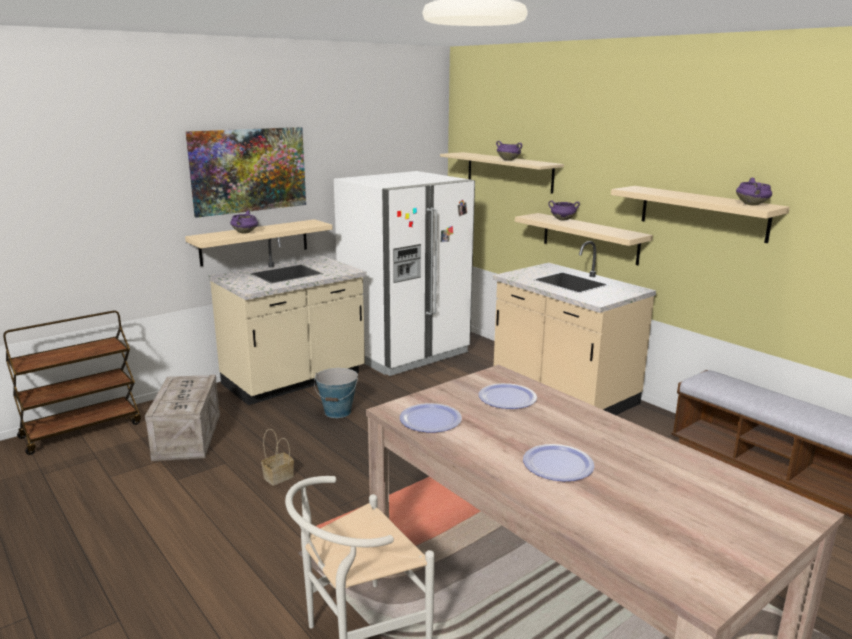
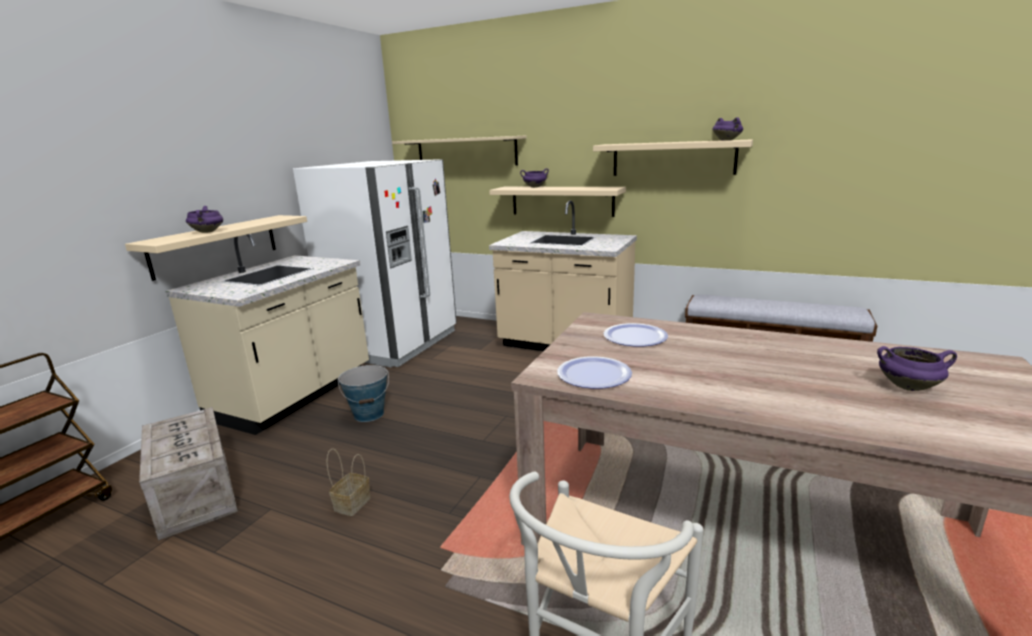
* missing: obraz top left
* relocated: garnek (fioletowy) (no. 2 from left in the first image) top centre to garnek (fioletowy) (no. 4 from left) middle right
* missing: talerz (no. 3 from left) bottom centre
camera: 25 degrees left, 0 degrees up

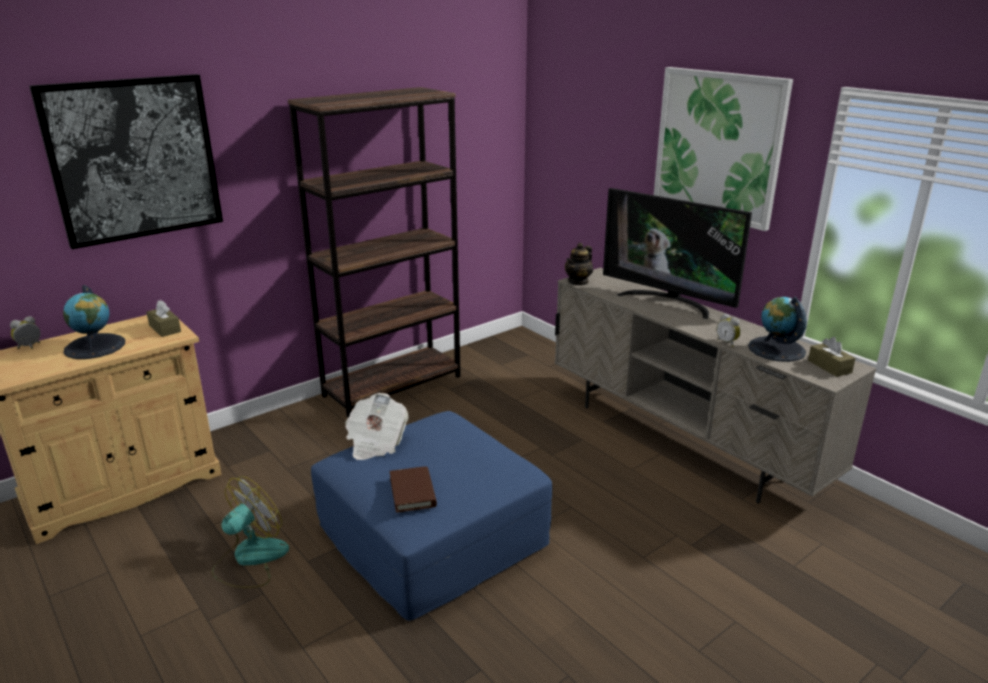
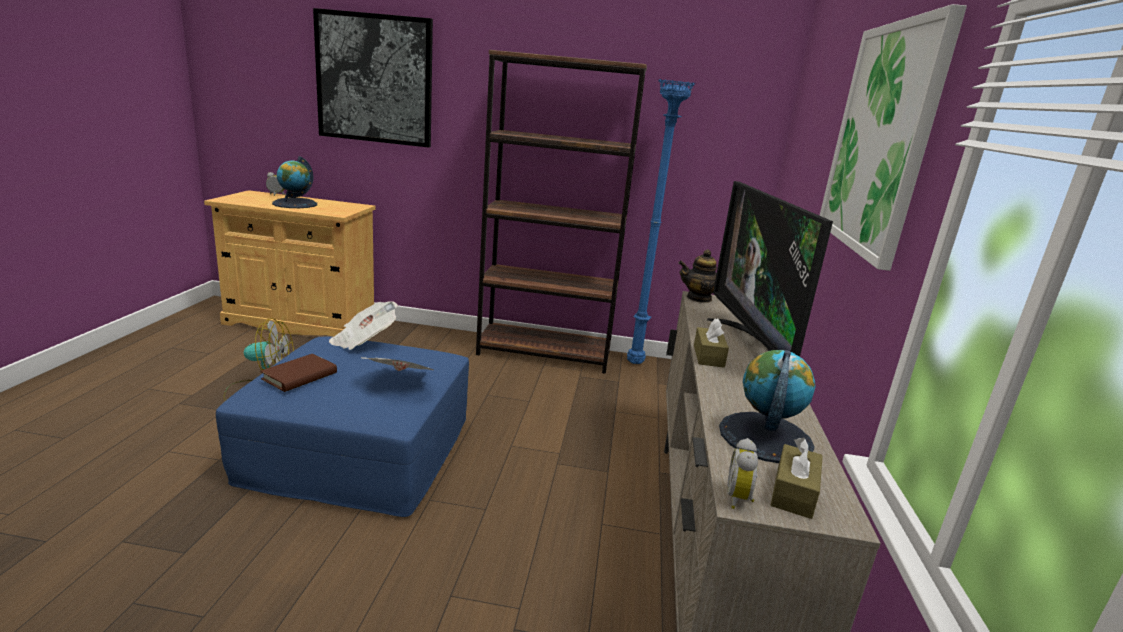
* relocated: pudełko chusteczek (brązowy) (no. 1 from left) middle left to centre
* relocated: budzik (no. 2 from left) middle right to bottom centre
* appeared: lampa stojąca (niebieski) centre
* appeared: gazeta (no. 2 from left) centre
camera: 45 degrees right, 5 degrees down

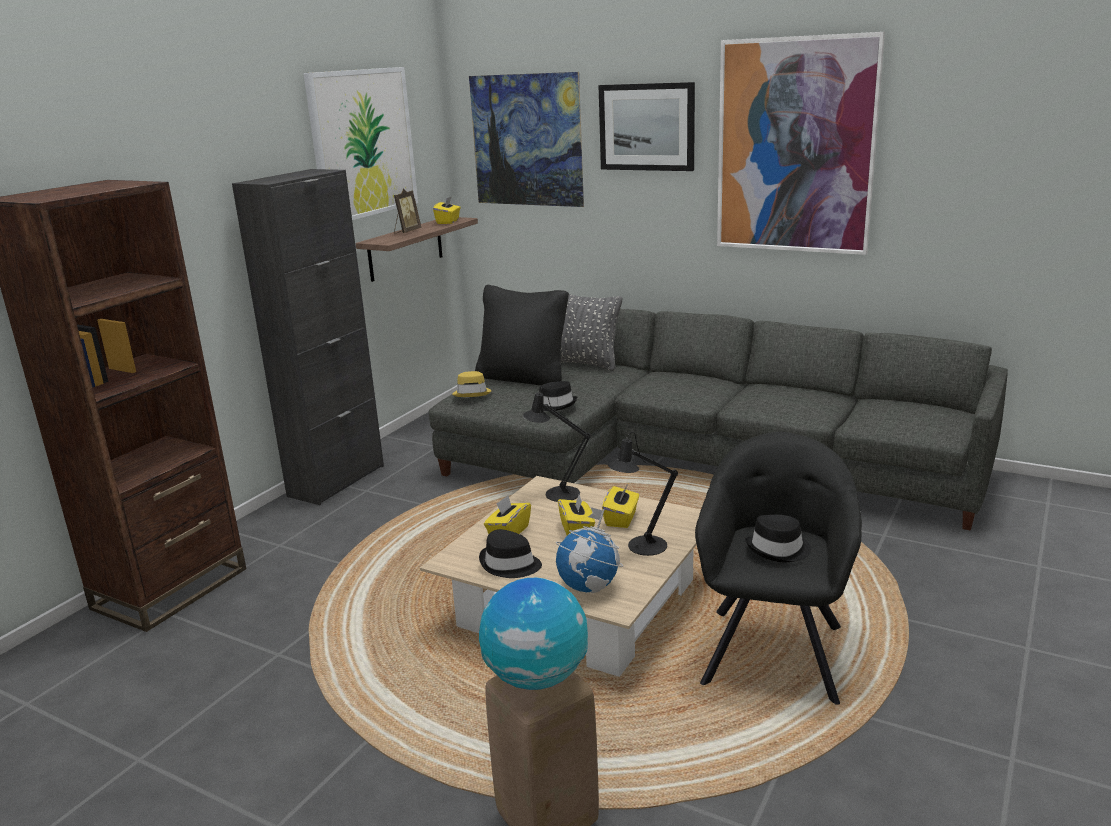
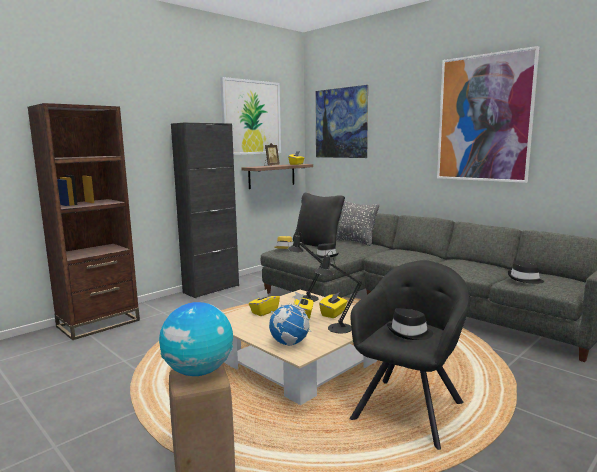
* missing: obraz (no. 3 from left) top centre
* relocated: kapelusz (czarny) (no. 1 from left in the first image) bottom centre to kapelusz (czarny) (no. 3 from left) middle right
camera: 15 degrees right, 10 degrees down

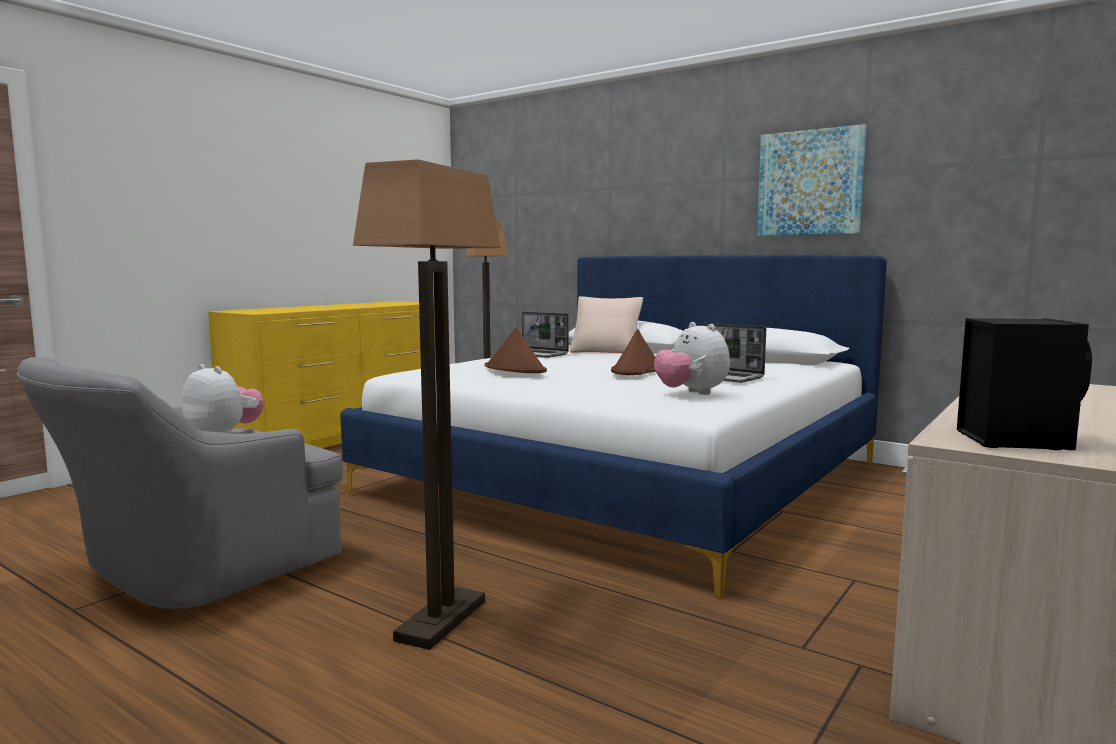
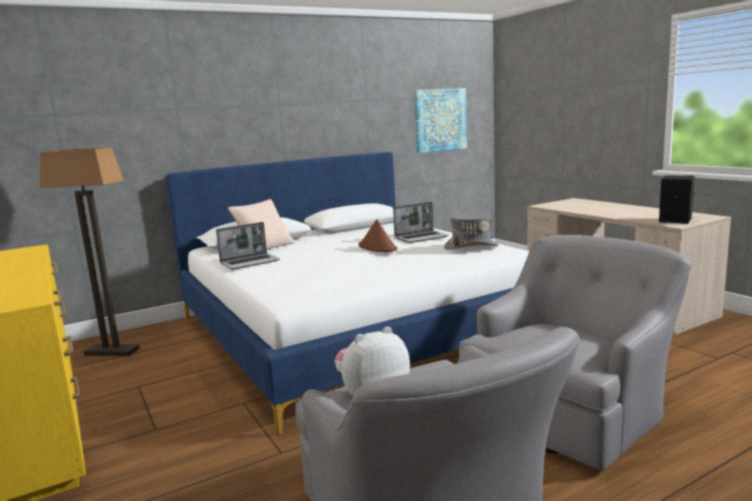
* relocated: obraz top right to top centre
* exchanged: lampa stojąca (no. 1 from left) centre to fotel (szary) (no. 2 from left) bottom right
* exchanged: pluszak (no. 2 from left) centre to kapelusz (szary) centre
* missing: kapelusz (brązowy) (no. 1 from left) centre
camera: 65 degrees left, 5 degrees up

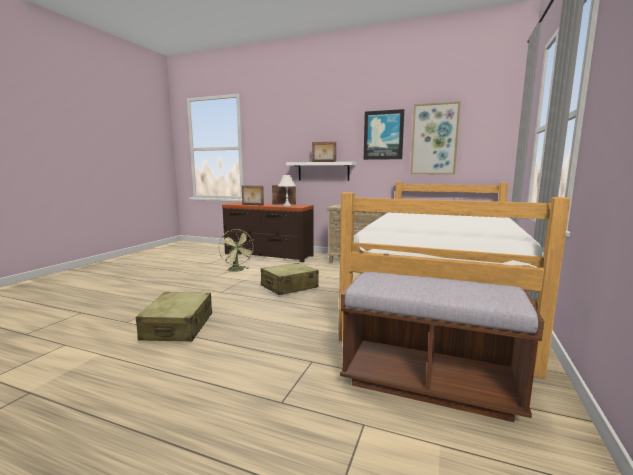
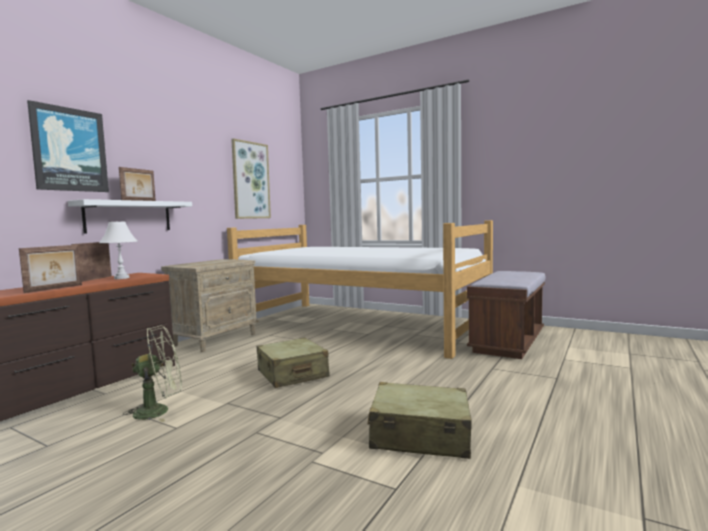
* relocated: obraz (no. 1 from left) top centre to top left
camera: 80 degrees left, 5 degrees down

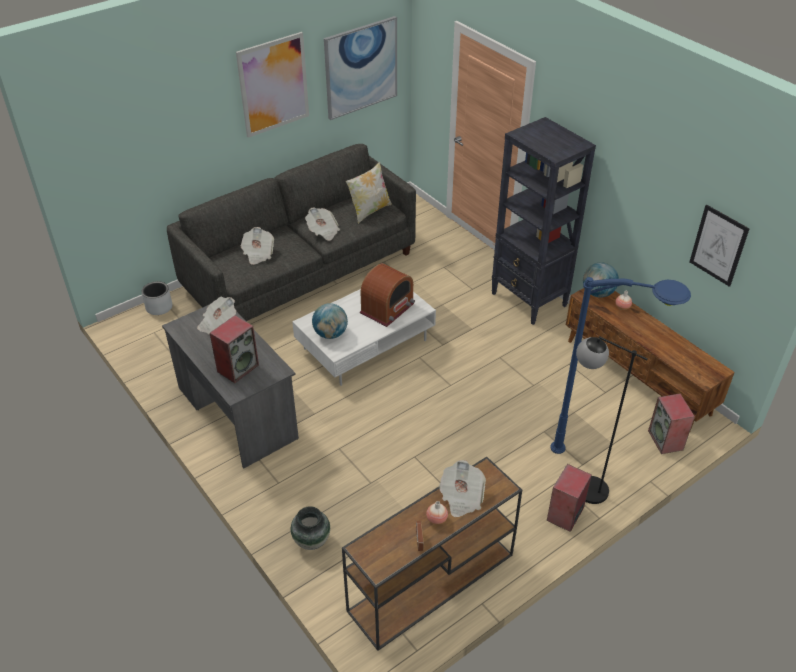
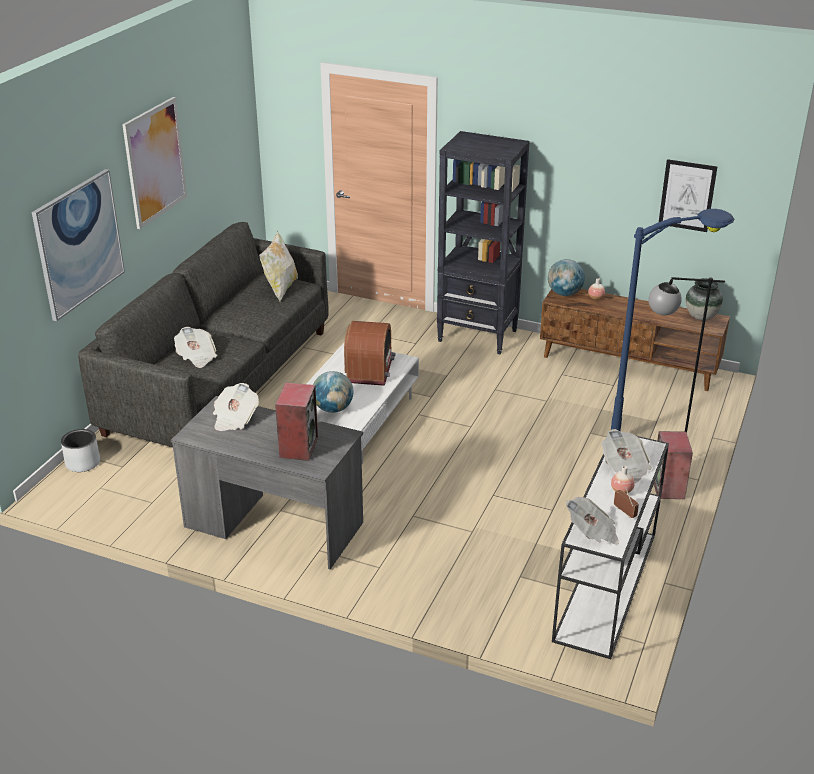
* relocated: obraz (no. 2 from left in the first image) top centre to obraz (no. 1 from left) top left
* relocated: gazeta (no. 3 from left) centre to bottom right
* missing: głośnik (no. 3 from left) middle right
* colour: stolik konsolowy (brązowy) bottom centre to stolik konsolowy (biały) bottom right
* relocated: wazon (no. 1 from left in the first image) bottom centre to wazon (no. 3 from left) middle right
camera: 30 degrees left, 10 degrees down

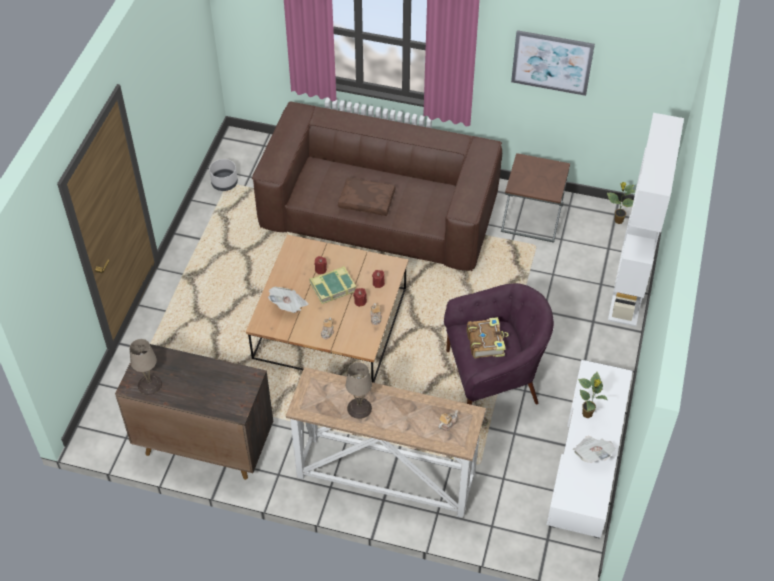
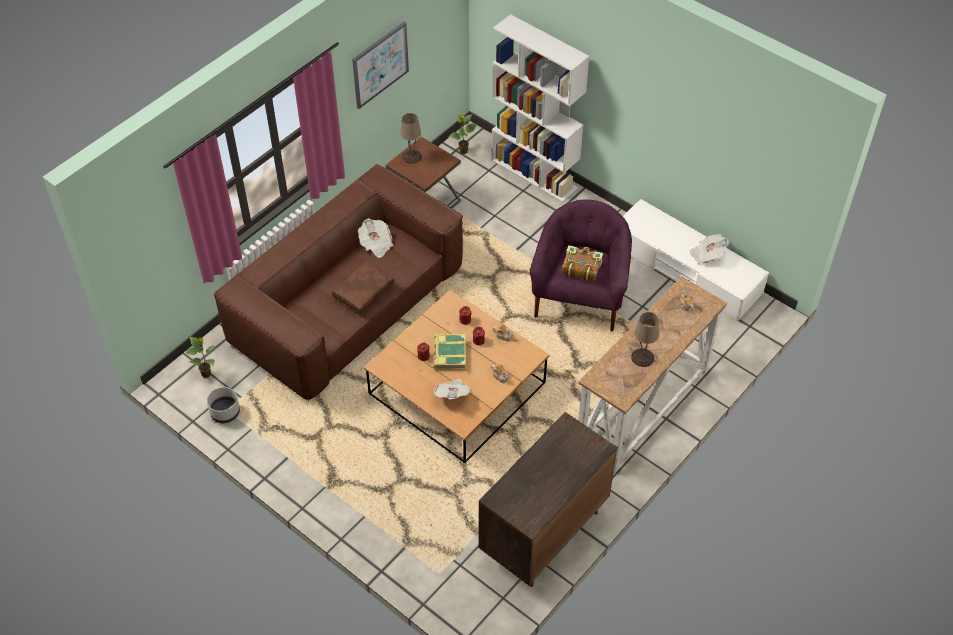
* relocated: lampa stołowa (beżowy) (no. 1 from left) middle left to top centre
* relocated: roślina doniczkowa (no. 1 from left) bottom right to middle left
* appeared: gazeta (no. 1 from left) centre
camera: 65 degrees left, 0 degrees up

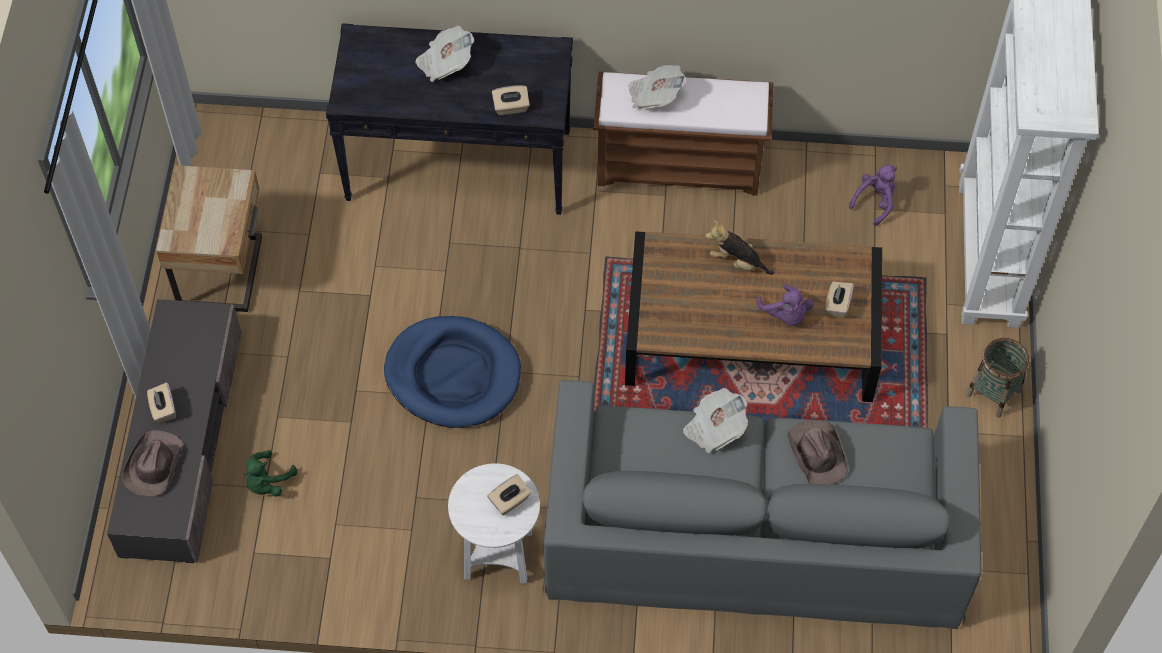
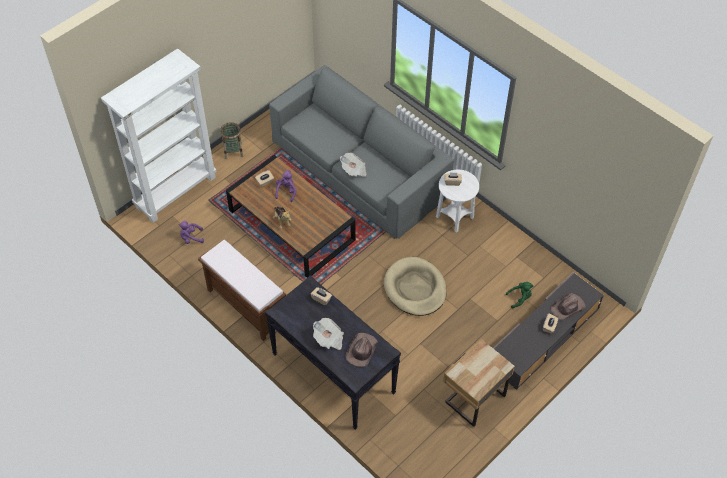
* missing: gazeta (no. 2 from left) top centre
* colour: legowisko (niebieski) centre to legowisko (beżowy) centre
* relocated: kapelusz (brązowy) (no. 2 from left in the first image) bottom right to kapelusz (brązowy) (no. 1 from left) bottom centre
camera: 140 degrees left, 5 degrees down

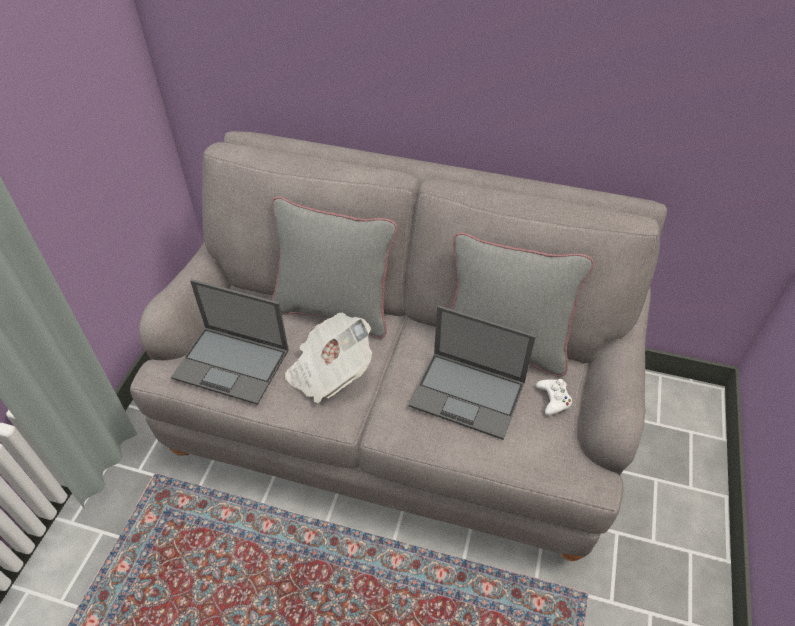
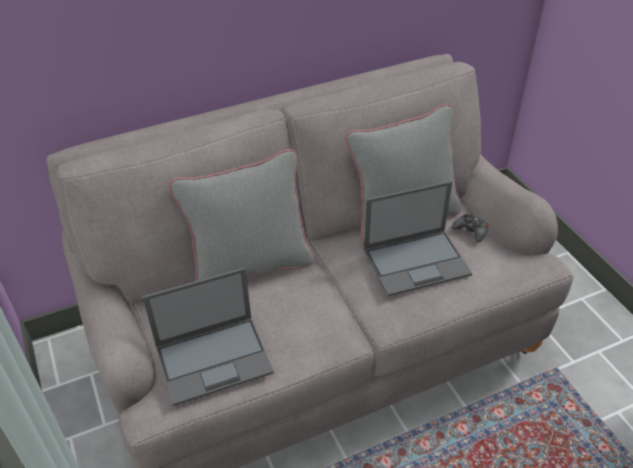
* missing: gazeta centre
* colour: pad do gier (biały) middle right to pad do gier (czarny) middle right
camera: 40 degrees left, 5 degrees down

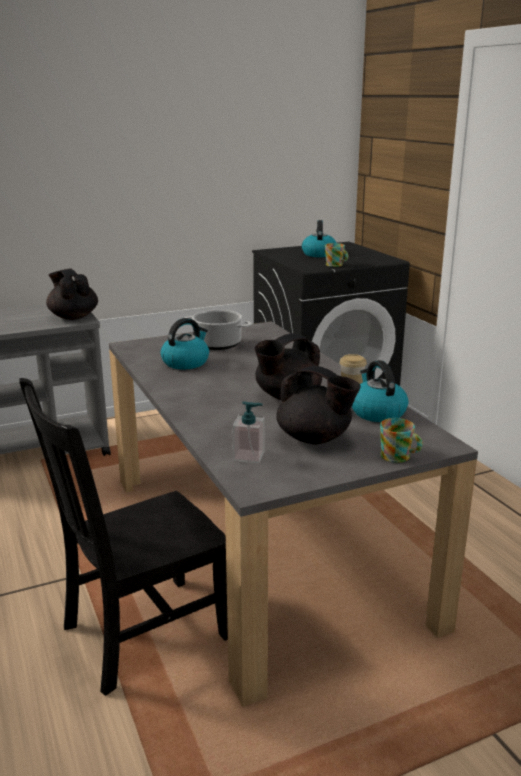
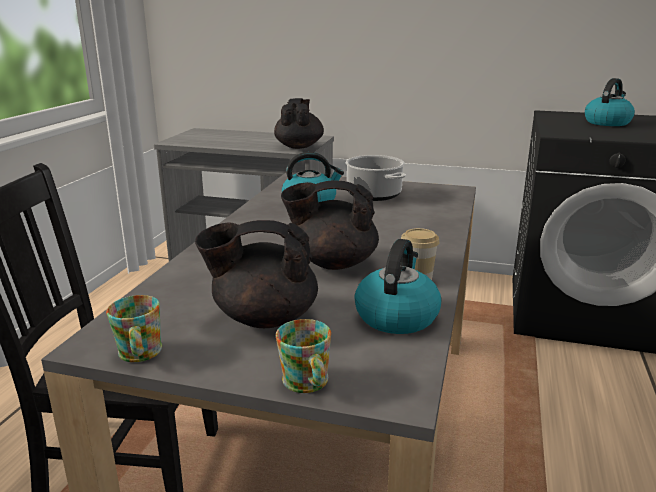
* relocated: kubek (no. 1 from left) top centre to bottom left
* spun: imbryk (czarny) (no. 3 from left in the first image) centre = centre 105 degrees clockwise
* missing: dozownik mydła centre
camera: 40 degrees right, 0 degrees up

